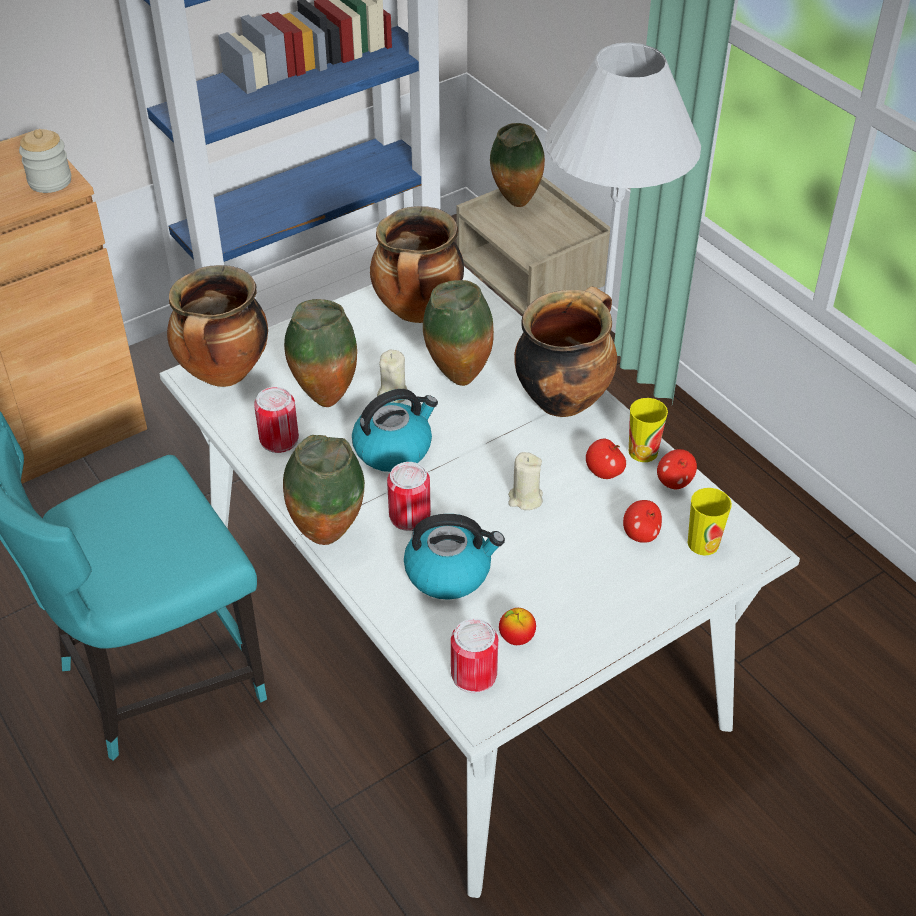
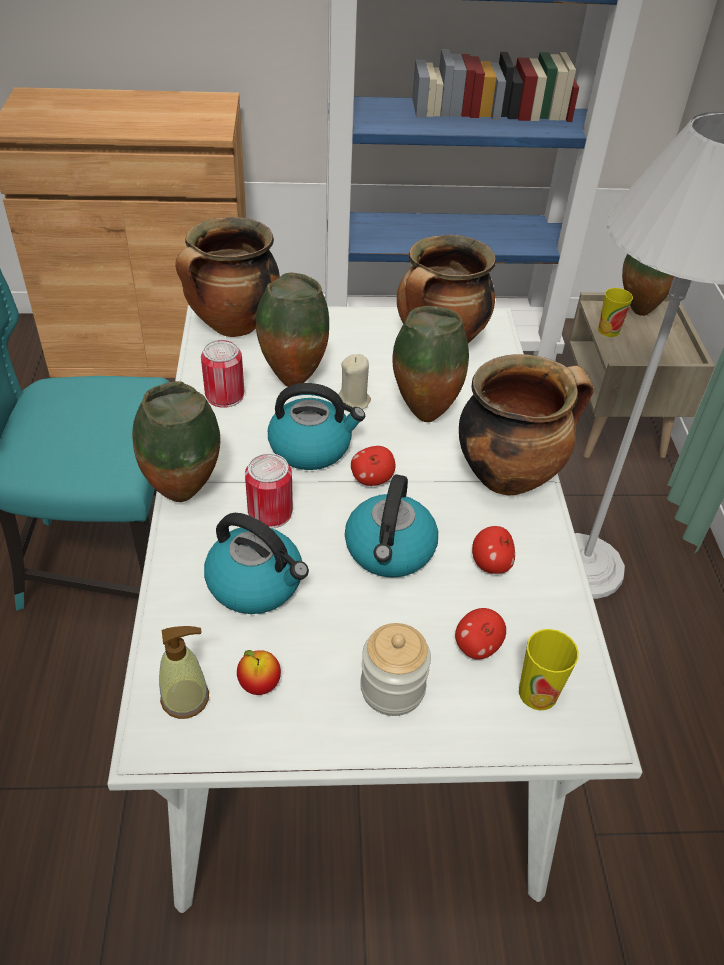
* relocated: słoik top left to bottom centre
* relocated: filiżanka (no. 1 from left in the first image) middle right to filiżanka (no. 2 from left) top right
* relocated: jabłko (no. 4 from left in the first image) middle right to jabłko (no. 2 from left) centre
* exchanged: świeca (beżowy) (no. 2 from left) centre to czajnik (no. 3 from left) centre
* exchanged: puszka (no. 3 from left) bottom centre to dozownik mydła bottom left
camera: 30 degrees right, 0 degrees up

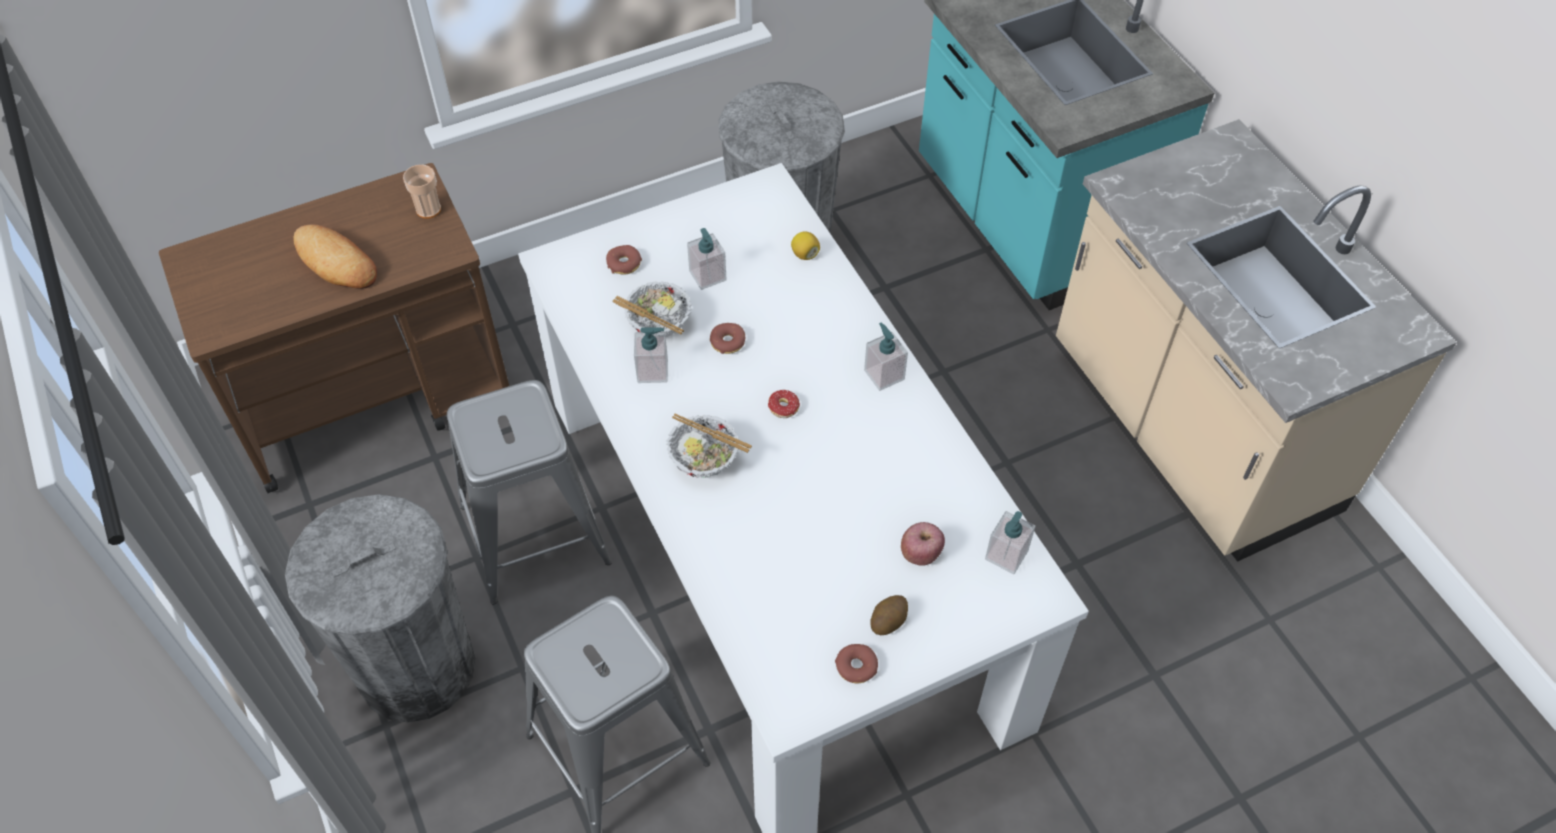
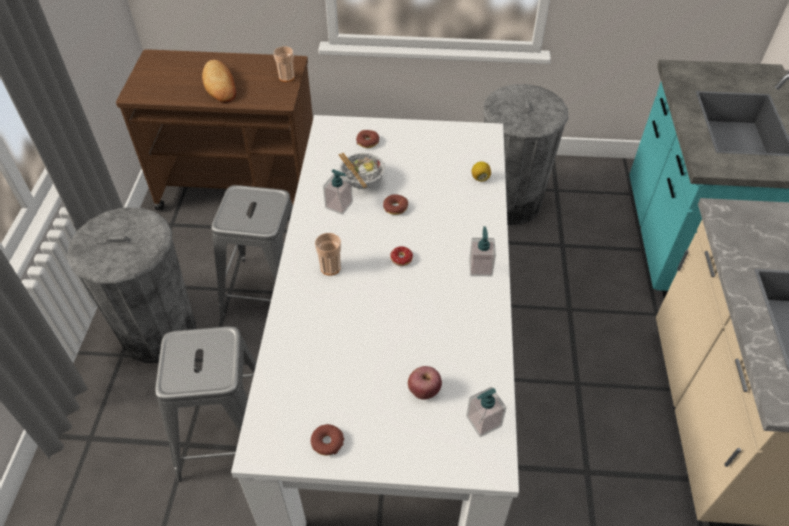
* missing: dozownik mydła (no. 2 from left) top centre
* exchanged: miska (no. 2 from left) centre to filiżanka (no. 2 from left) centre
* missing: ziemniak bottom centre
camera: 30 degrees right, 5 degrees down

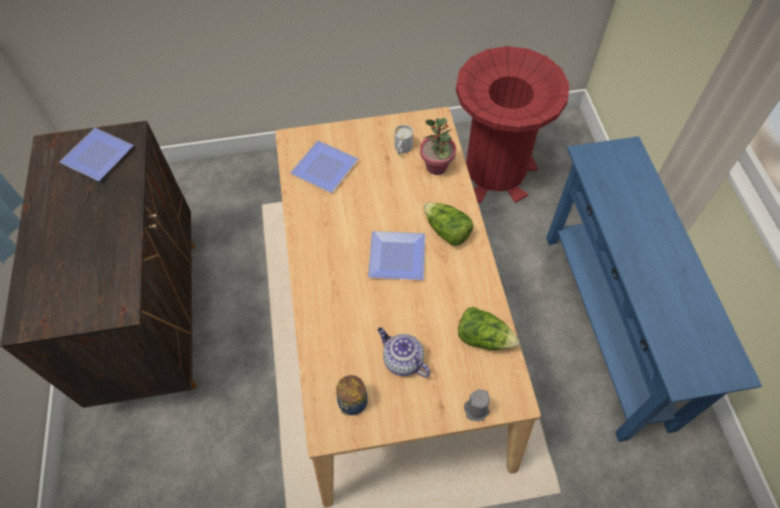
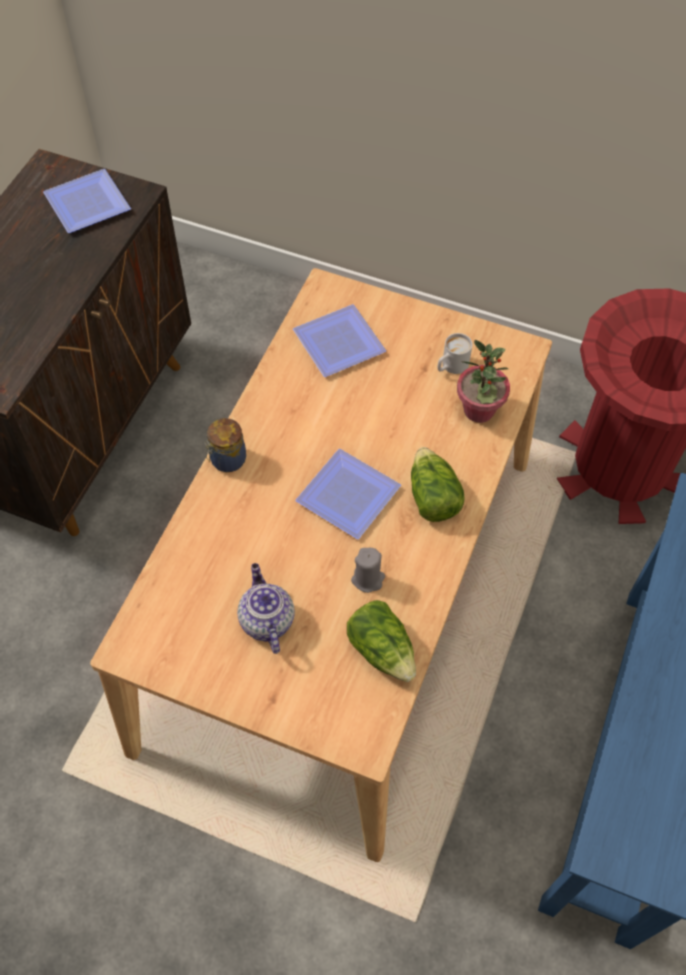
* relocated: słoik bottom centre to middle left
* relocated: świeca (szary) bottom centre to centre
camera: 30 degrees right, 0 degrees up

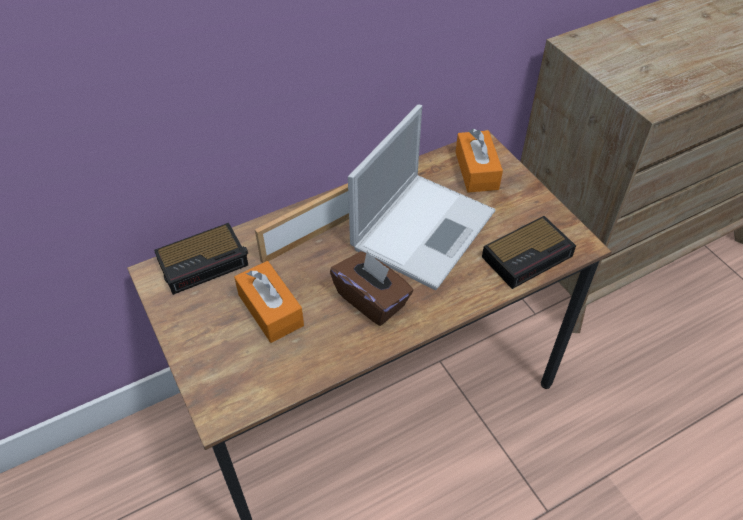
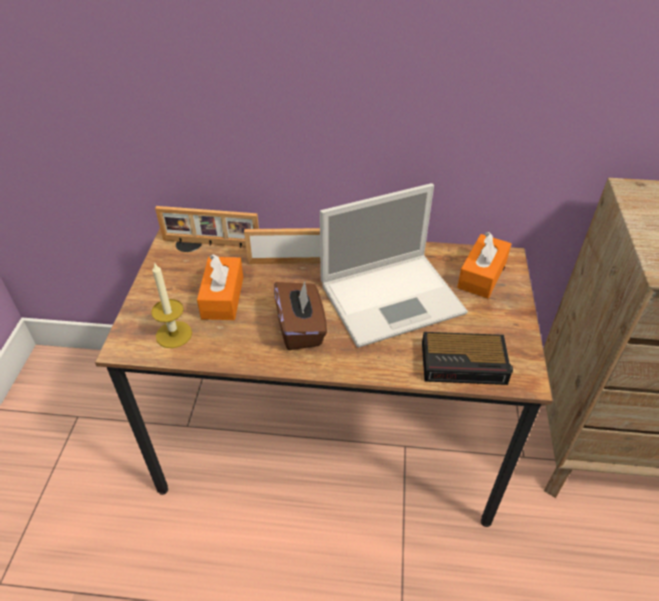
* exchanged: budzik (no. 1 from left) middle left to ramka na zdjęcie (no. 1 from left) middle left
* appeared: świeca middle left
camera: 35 degrees right, 5 degrees down

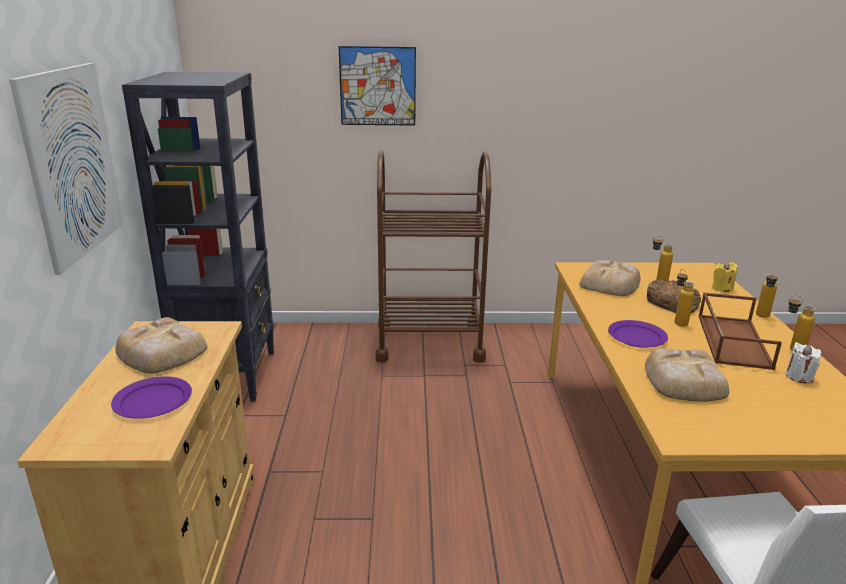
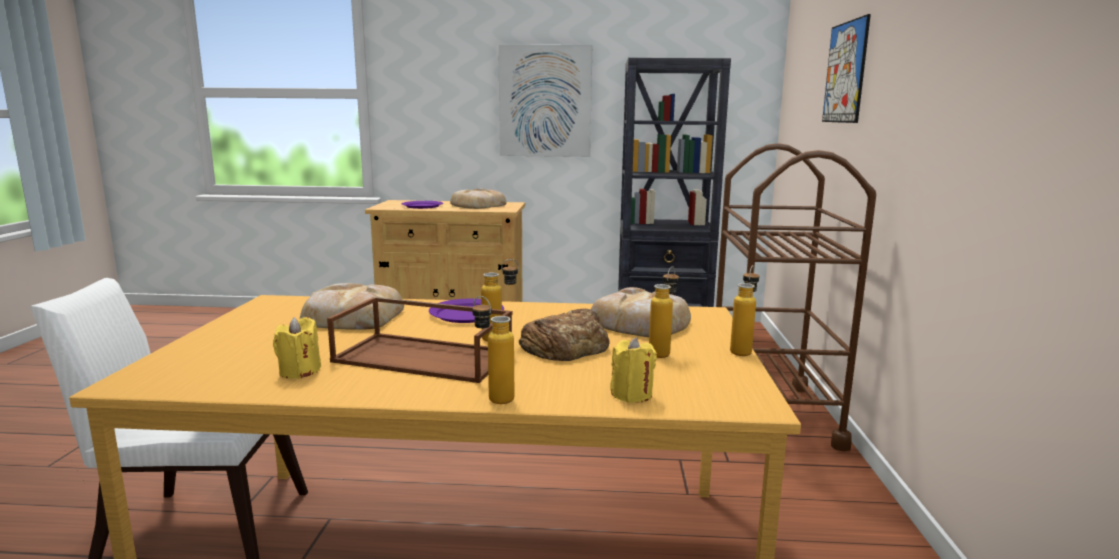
* relocated: butelka (no. 4 from left) middle right to centre
* colour: świeca (biały) middle right to świeca (żółty) (no. 1 from left) middle left
camera: 95 degrees right, 10 degrees down

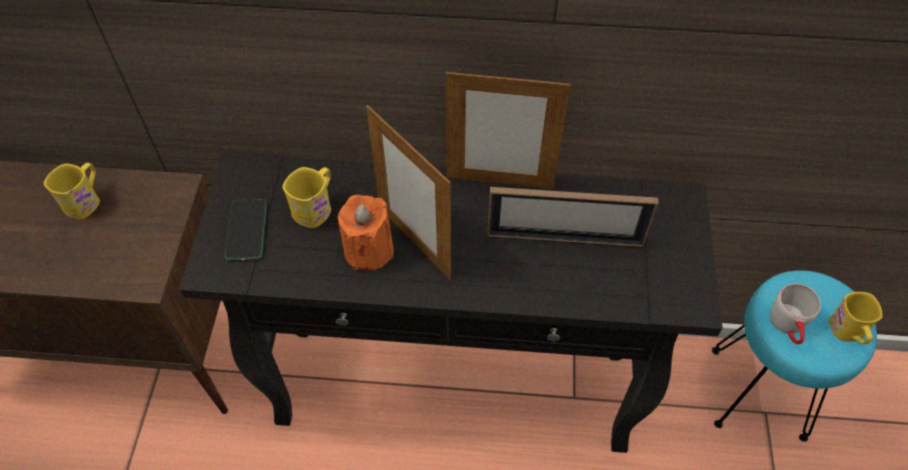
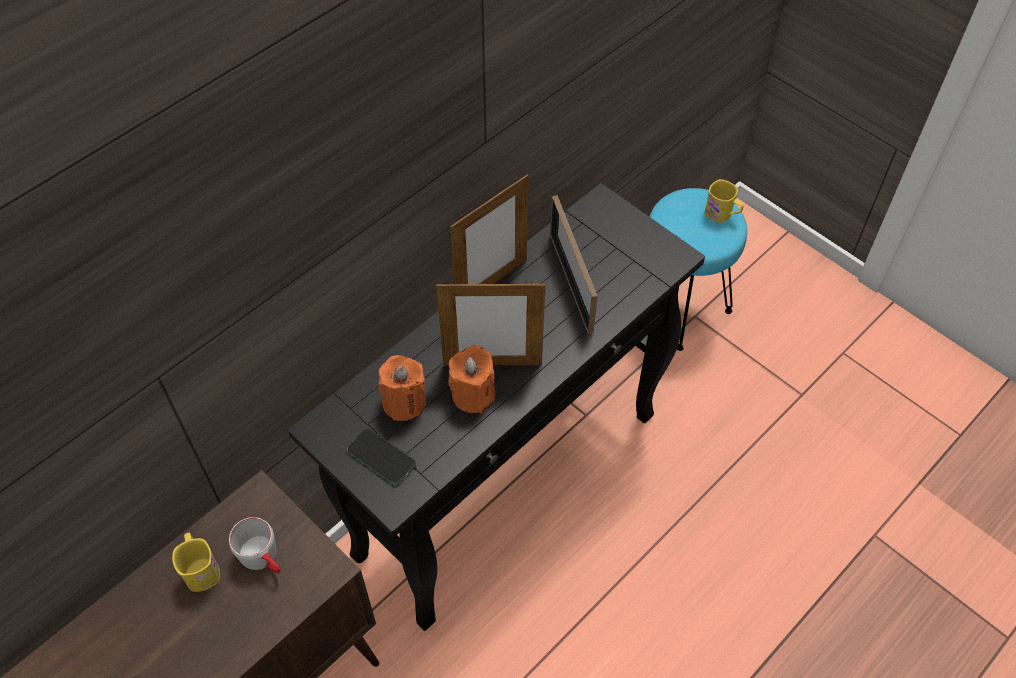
* exchanged: kubek (żółty) (no. 2 from left) centre to świeca (pomarańczowy) (no. 1 from left) centre
* spun: ramka na zdjęcie (no. 3 from left) centre = centre 120 degrees clockwise
* relocated: kubek (szary) bottom right to bottom left
camera: 50 degrees left, 0 degrees up

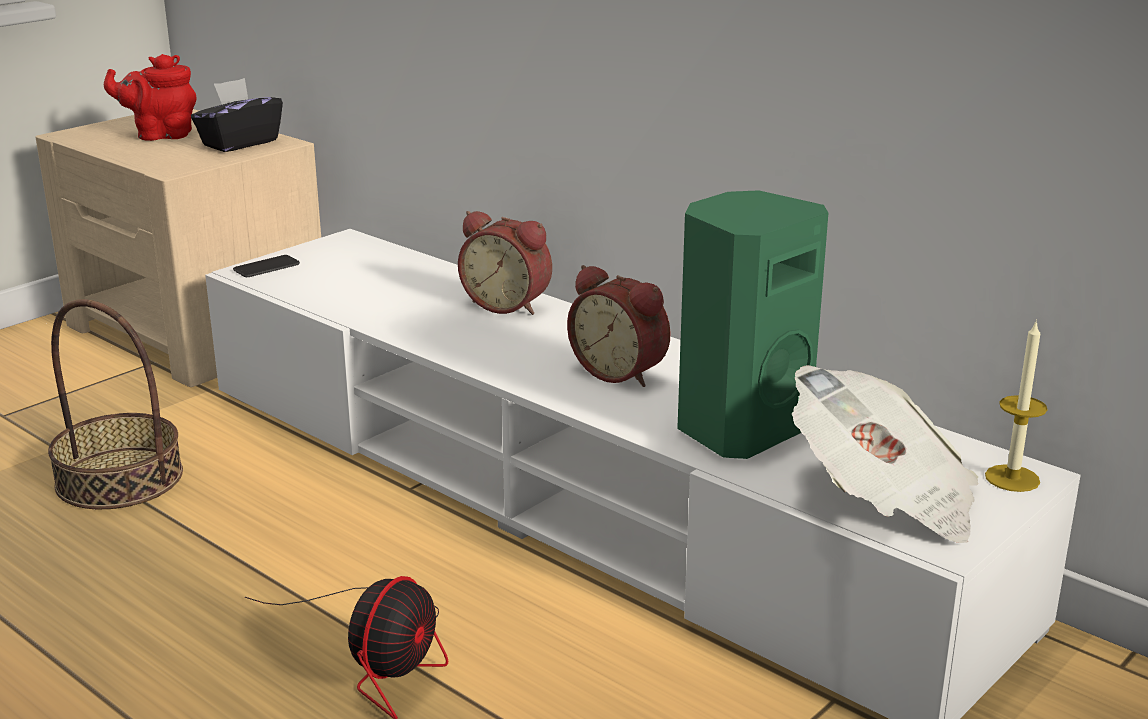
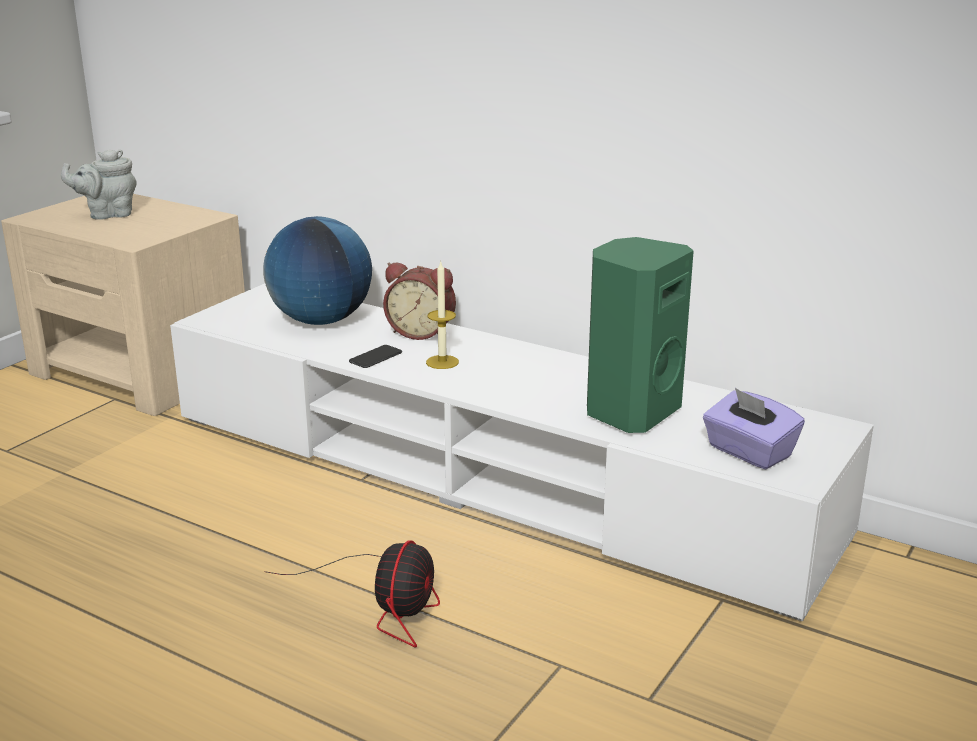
* colour: imbryk (czerwony) top left to imbryk (szary) top left
* missing: pudełko chusteczek (czarny) top left
* relocated: telefon middle left to centre
* missing: budzik (no. 2 from left) centre
* missing: koszyk middle left
* relocated: świeca middle right to centre
* exchanged: gazeta middle right to pudełko chusteczek (fioletowy) middle right
* appeared: globus middle left
camera: 10 degrees left, 0 degrees up

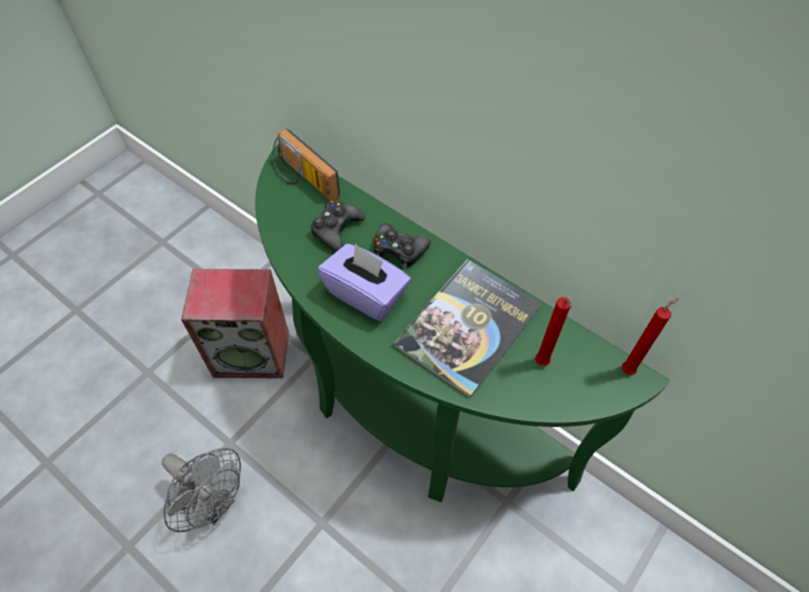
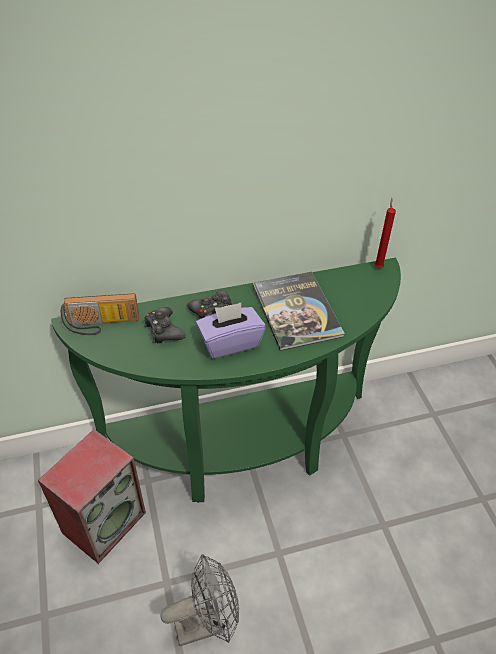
* missing: świeca (czerwony) (no. 1 from left) middle right
camera: 55 degrees left, 10 degrees down

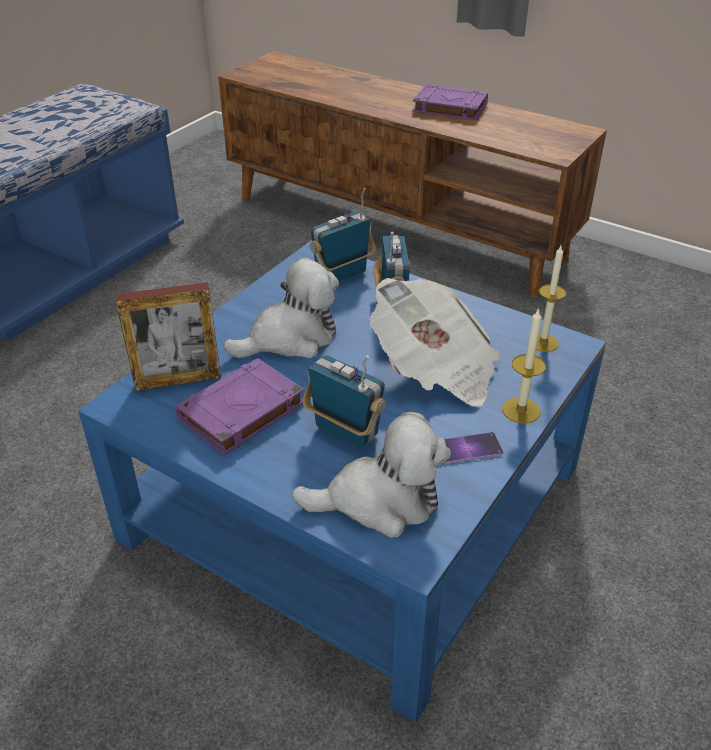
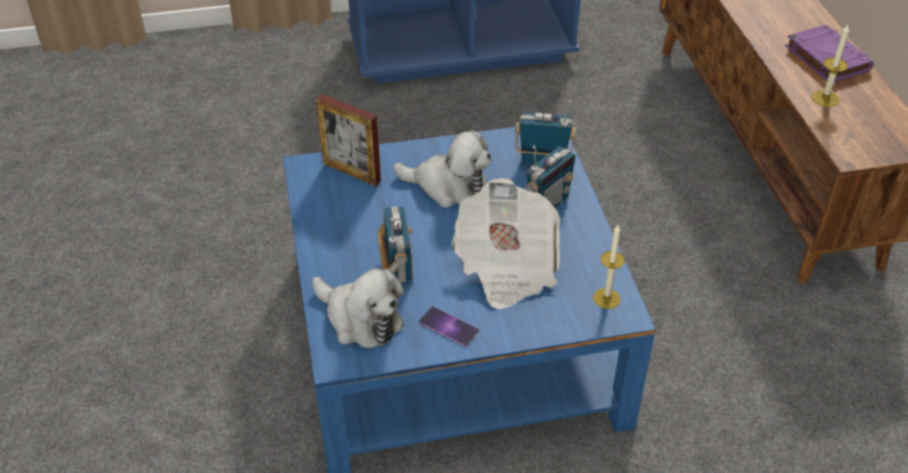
* relocated: świeca (no. 1 from left in the first image) middle right to świeca (no. 2 from left) top right
* missing: książka (fioletowy) (no. 1 from left) centre
camera: 45 degrees right, 5 degrees up

